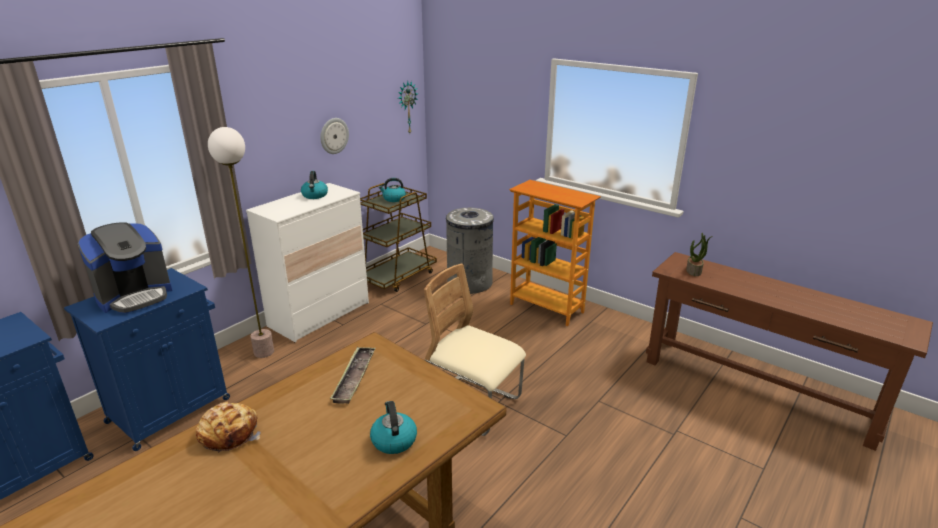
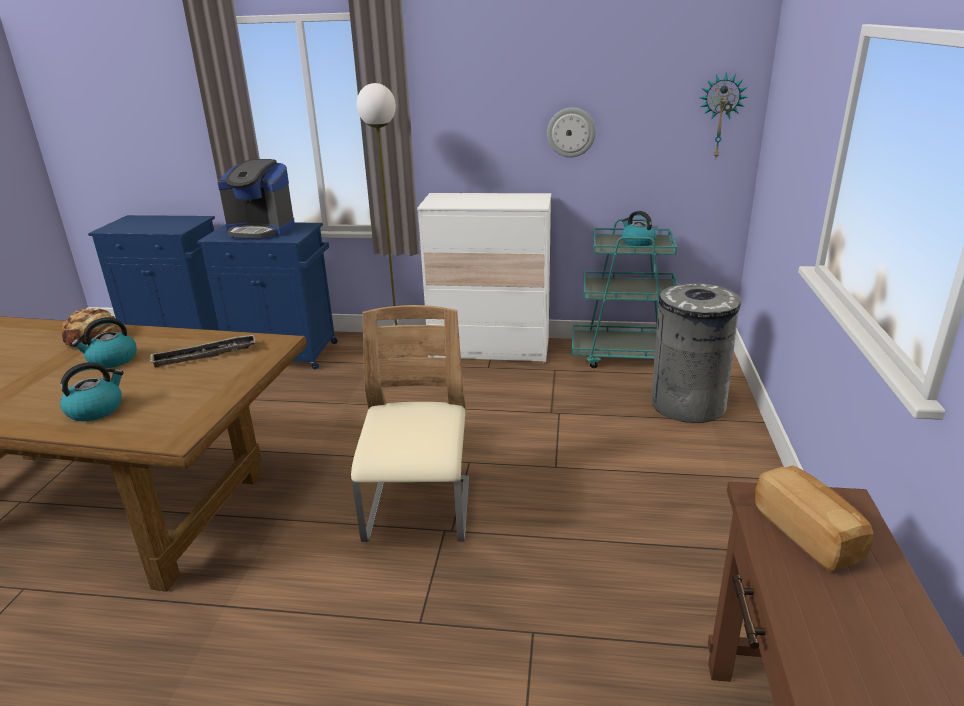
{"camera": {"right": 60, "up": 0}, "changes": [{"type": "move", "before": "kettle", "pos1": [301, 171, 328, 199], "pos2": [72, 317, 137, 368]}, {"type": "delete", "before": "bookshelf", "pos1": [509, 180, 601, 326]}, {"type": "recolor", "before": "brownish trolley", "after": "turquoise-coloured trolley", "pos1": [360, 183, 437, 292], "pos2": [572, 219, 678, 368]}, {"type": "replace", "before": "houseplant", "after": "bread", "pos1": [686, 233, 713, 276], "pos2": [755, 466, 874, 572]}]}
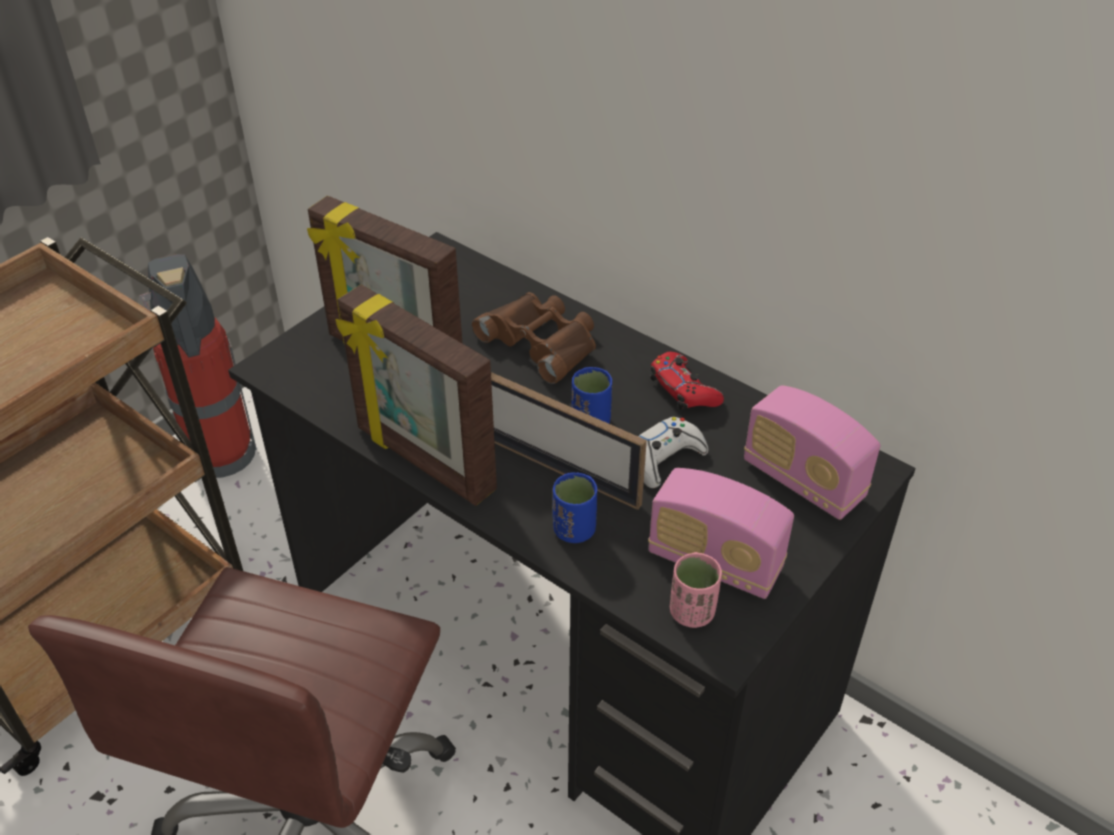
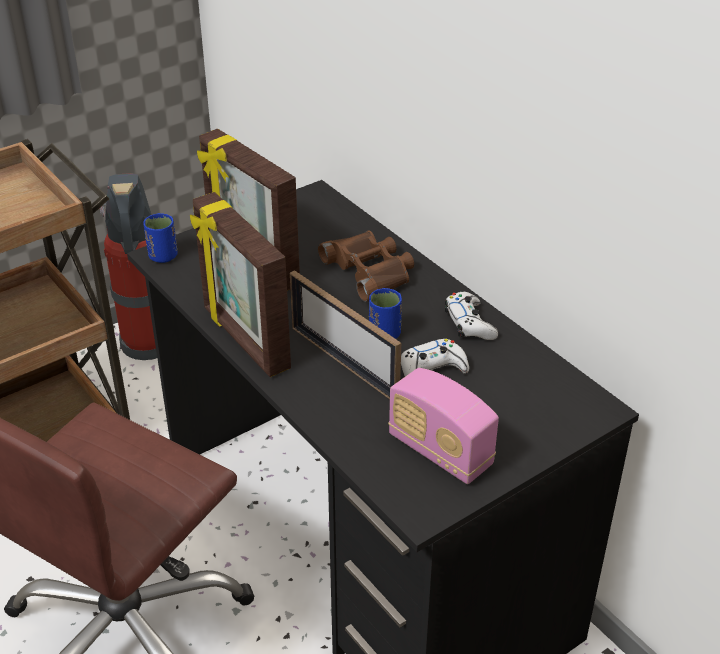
{"camera": {"right": 15, "up": -5}, "changes": [{"type": "recolor", "before": "reddish game controller", "after": "whitish game controller", "pos1": [650, 352, 724, 410], "pos2": [445, 292, 498, 340]}, {"type": "delete", "before": "radio receiver", "pos1": [744, 385, 880, 520]}, {"type": "move", "before": "blue-coloured drinking cup", "pos1": [553, 472, 597, 543], "pos2": [143, 213, 178, 263]}, {"type": "delete", "before": "pink drinking cup", "pos1": [670, 552, 722, 628]}]}
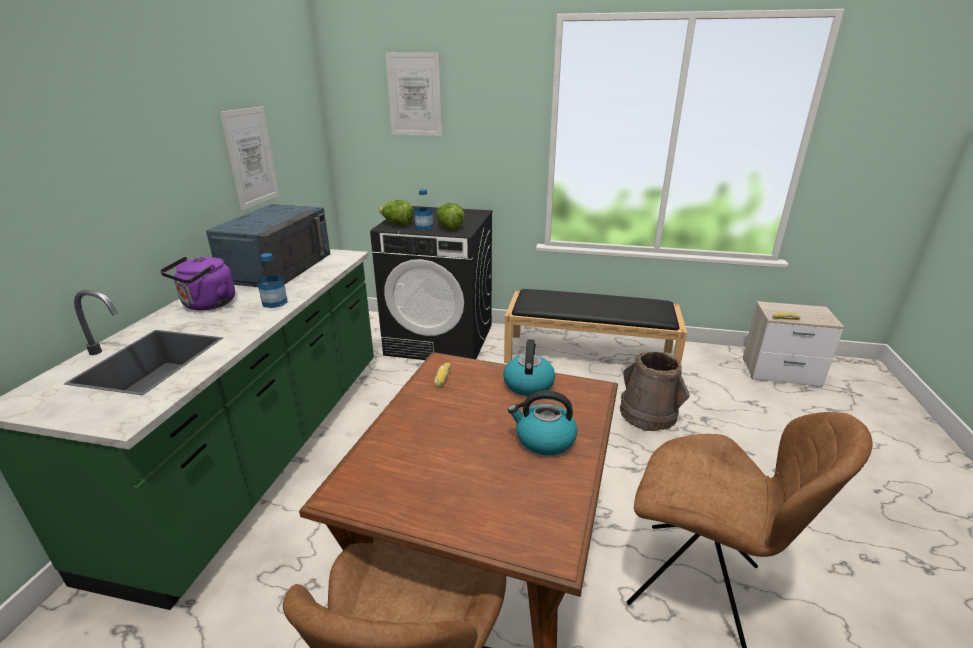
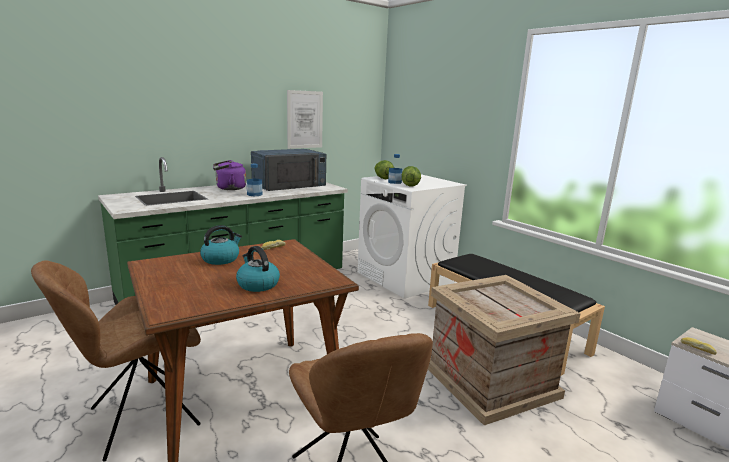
{"camera": {"right": 40, "up": -10}, "changes": [{"type": "delete", "before": "wall art", "pos1": [386, 52, 442, 136]}, {"type": "recolor", "before": "black-coloured laundry machine", "after": "whitish laundry machine", "pos1": [370, 206, 493, 360], "pos2": [357, 174, 467, 299]}, {"type": "move", "before": "kettle", "pos1": [503, 339, 555, 396], "pos2": [200, 225, 242, 265]}, {"type": "replace", "before": "brownish pail", "after": "packing crate", "pos1": [620, 352, 690, 431], "pos2": [428, 275, 581, 425]}]}
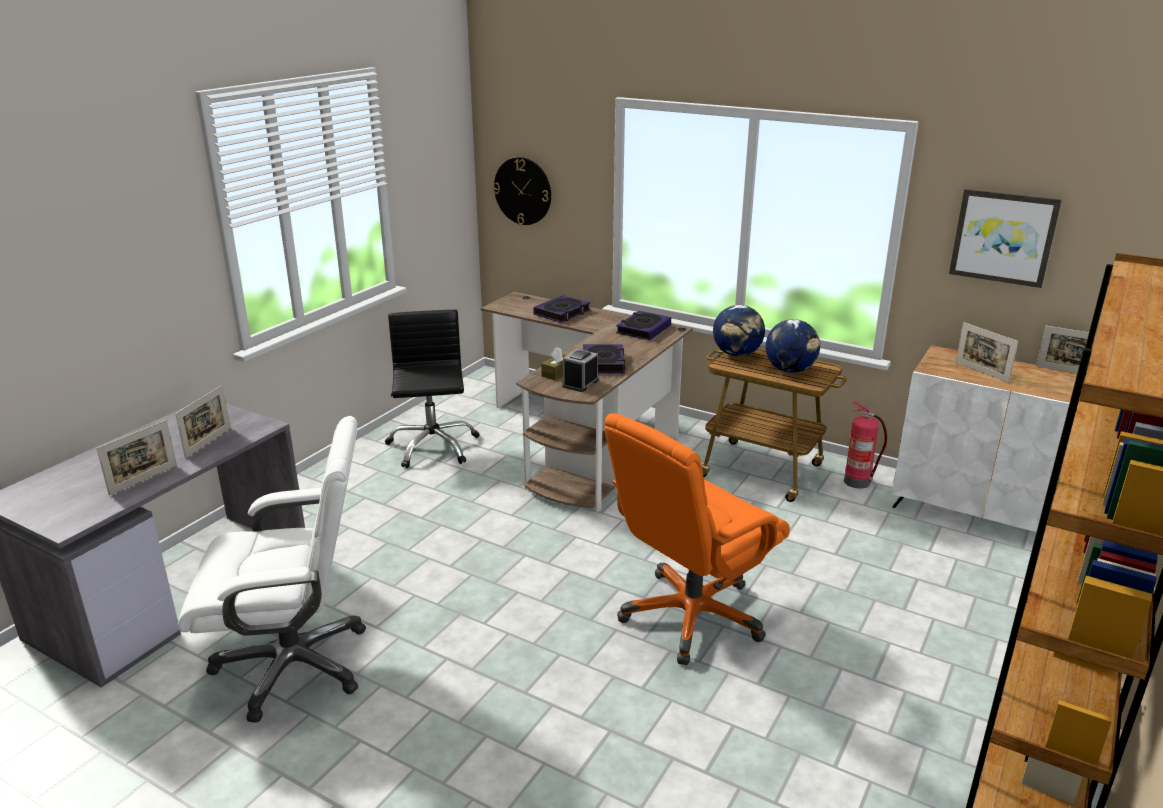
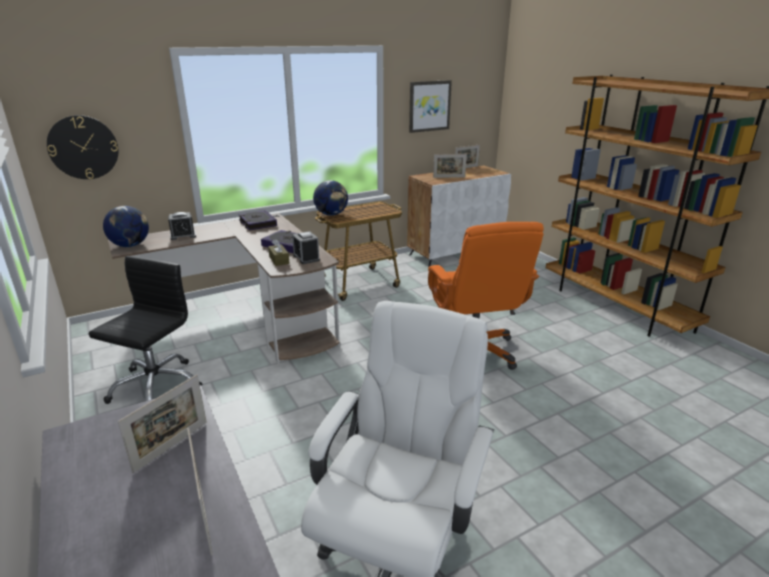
{"camera": {"right": -60, "up": 0}, "changes": [{"type": "replace", "before": "book", "after": "alarm clock", "pos1": [533, 295, 590, 323], "pos2": [168, 212, 196, 240]}, {"type": "rotate", "before": "black-coloured desk chair", "pos1": [385, 310, 480, 468], "pos2": [89, 256, 202, 404], "turn": 90}, {"type": "move", "before": "desk globe", "pos1": [766, 319, 820, 373], "pos2": [103, 206, 149, 247]}, {"type": "rotate", "before": "standing frame", "pos1": [175, 385, 230, 458], "pos2": [118, 375, 207, 473], "turn": 75}, {"type": "delete", "before": "extinguisher", "pos1": [844, 401, 887, 489]}]}
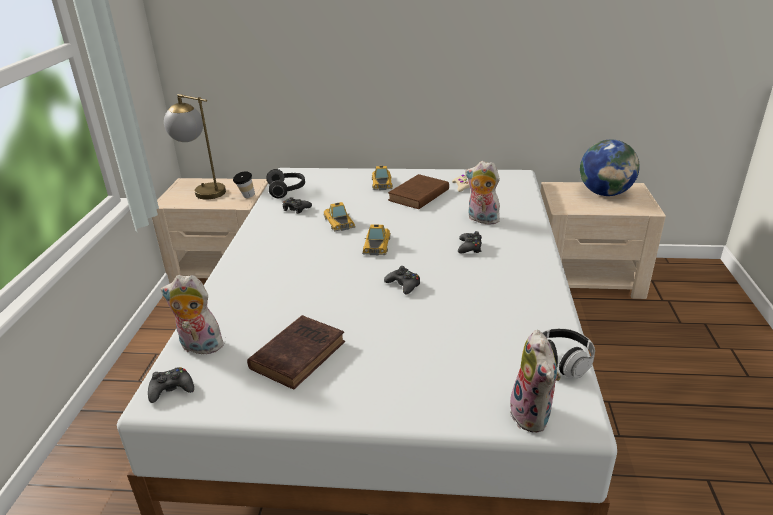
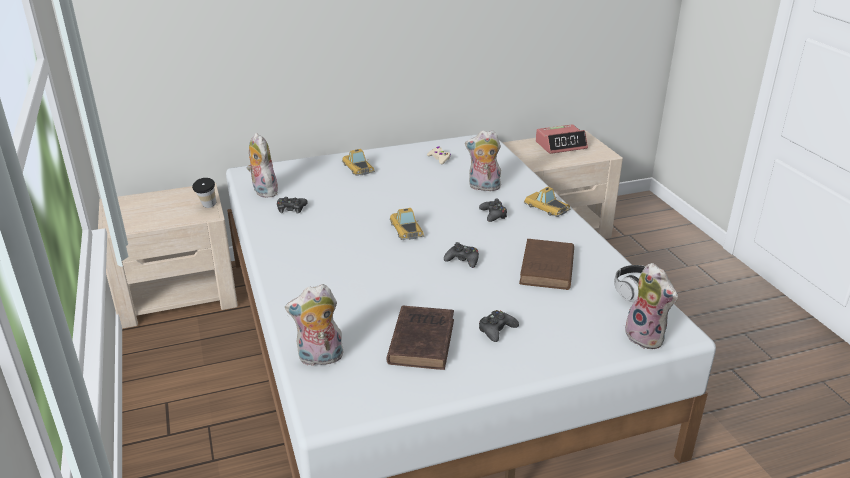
{"camera": {"right": -25, "up": 0}, "changes": [{"type": "delete", "before": "table lamp", "pos1": [164, 94, 226, 199]}, {"type": "replace", "before": "desk globe", "after": "alarm clock", "pos1": [580, 139, 640, 196], "pos2": [536, 124, 588, 154]}, {"type": "replace", "before": "headset", "after": "soft toy", "pos1": [266, 169, 305, 198], "pos2": [247, 133, 278, 198]}, {"type": "move", "before": "brownish book", "pos1": [388, 174, 449, 209], "pos2": [519, 239, 574, 290]}, {"type": "move", "before": "toy car", "pos1": [323, 202, 356, 231], "pos2": [524, 187, 571, 217]}, {"type": "move", "before": "black-coloured game controller", "pos1": [148, 367, 194, 403], "pos2": [479, 310, 519, 342]}]}
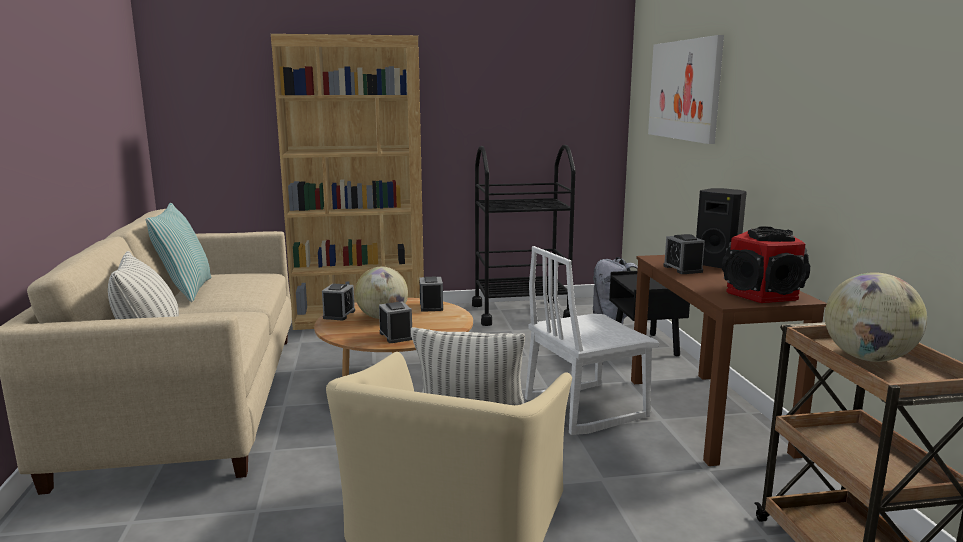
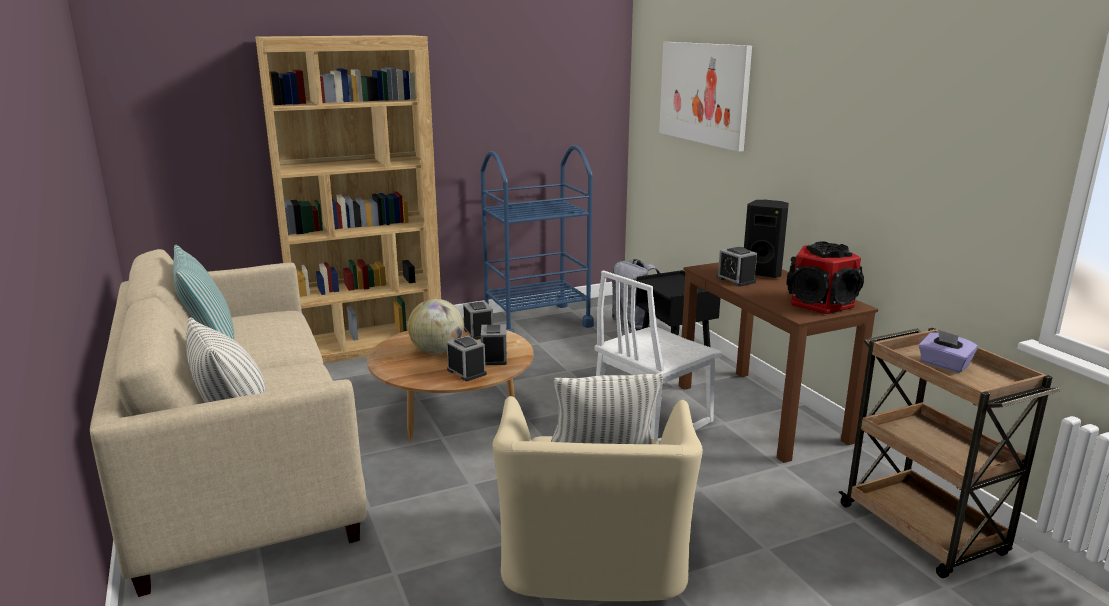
{"camera": {"right": -15, "up": 5}, "changes": [{"type": "recolor", "before": "black-coloured trolley", "after": "blue-coloured trolley", "pos1": [472, 145, 576, 326], "pos2": [481, 146, 594, 333]}, {"type": "replace", "before": "desk globe", "after": "purple-coloured tissue holder", "pos1": [825, 272, 927, 362], "pos2": [919, 329, 978, 373]}, {"type": "move", "before": "alarm clock", "pos1": [322, 284, 355, 320], "pos2": [481, 324, 507, 365]}]}
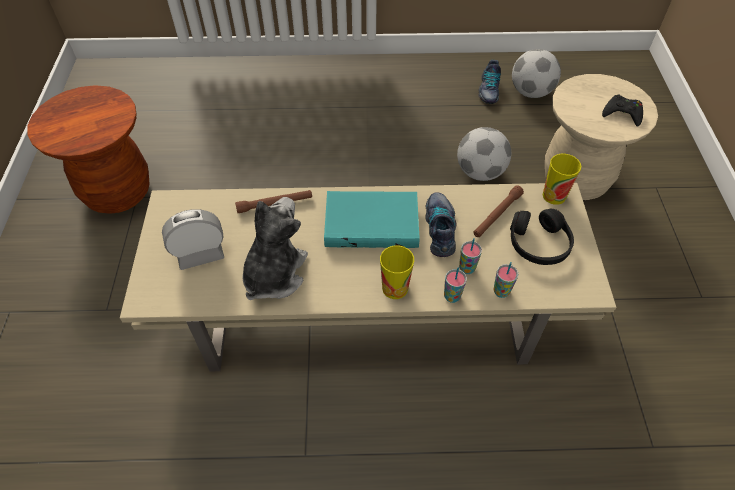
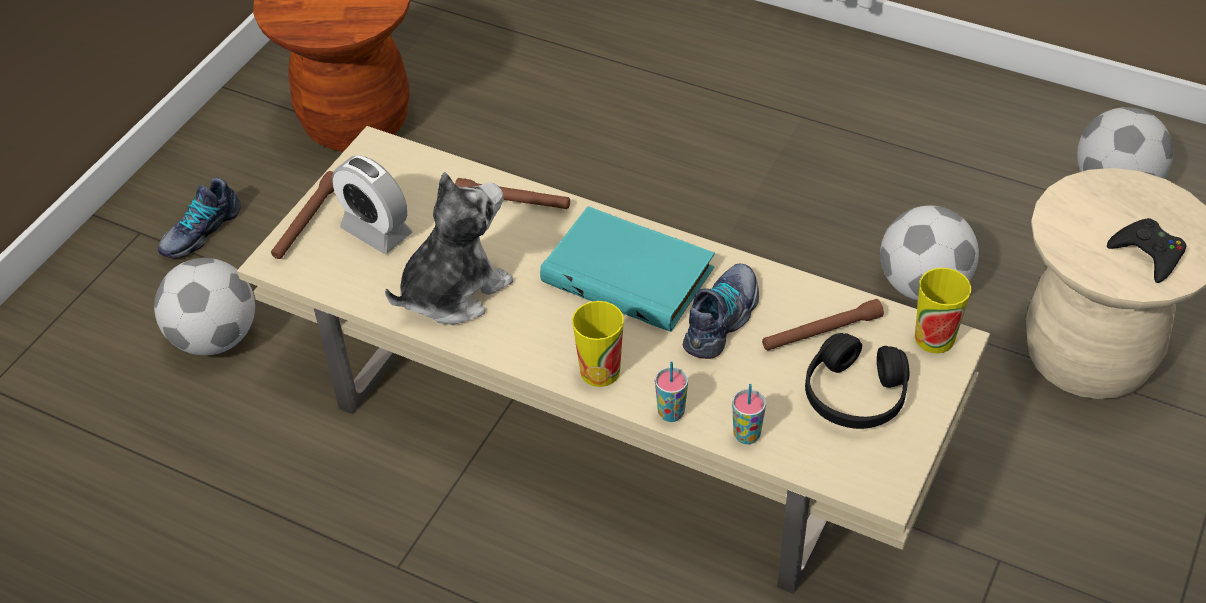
{"camera": {"right": 30, "up": -5}, "changes": [{"type": "move", "before": "low shoe", "pos1": [478, 60, 501, 104], "pos2": [158, 177, 241, 259]}, {"type": "rotate", "before": "alarm clock", "pos1": [162, 209, 224, 270], "pos2": [332, 155, 412, 254], "turn": -150}, {"type": "delete", "before": "drinking cup", "pos1": [459, 238, 482, 274]}, {"type": "insert", "after": "brownish hand torch", "pos2": [271, 171, 334, 259]}, {"type": "insert", "after": "football ball", "pos2": [154, 258, 255, 355]}]}
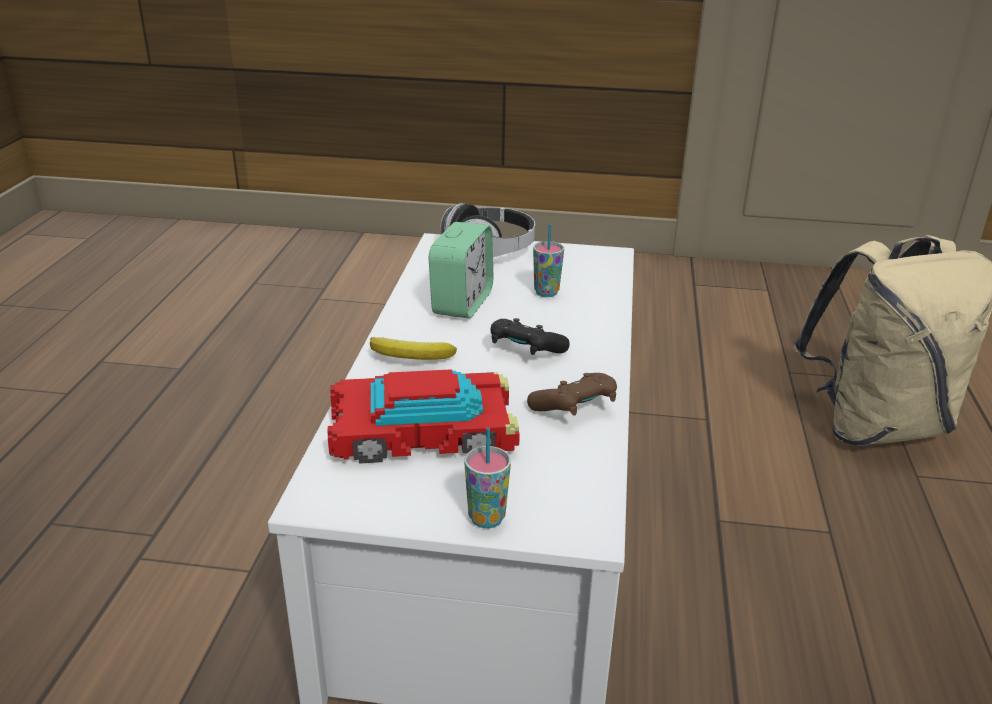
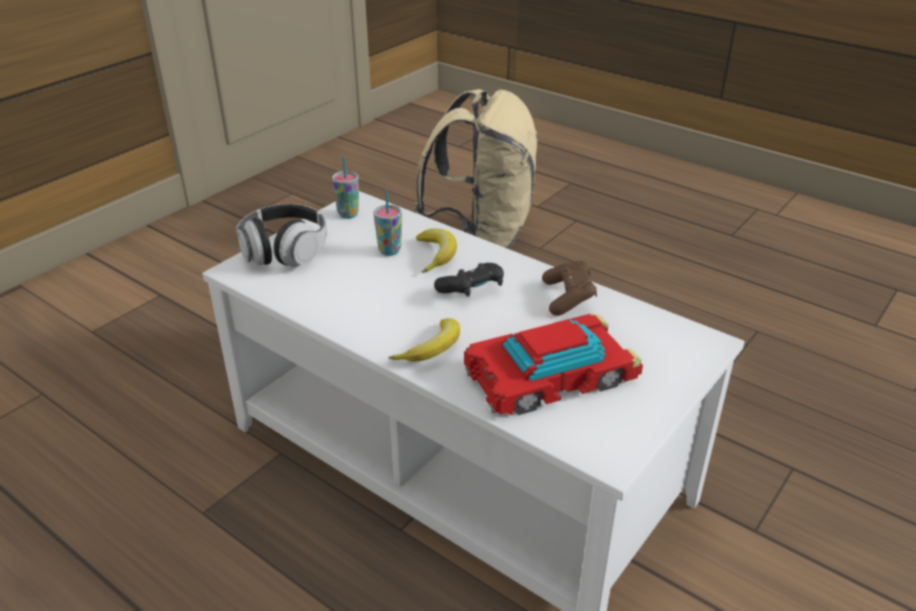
{"camera": {"right": -60, "up": 5}, "changes": [{"type": "delete", "before": "alarm clock", "pos1": [429, 222, 494, 318]}, {"type": "rotate", "before": "toy car", "pos1": [327, 369, 520, 464], "pos2": [464, 313, 643, 415], "turn": 45}, {"type": "move", "before": "drinking cup", "pos1": [465, 428, 511, 528], "pos2": [332, 157, 359, 219]}, {"type": "insert", "after": "whole banana", "pos2": [416, 229, 457, 273]}]}
